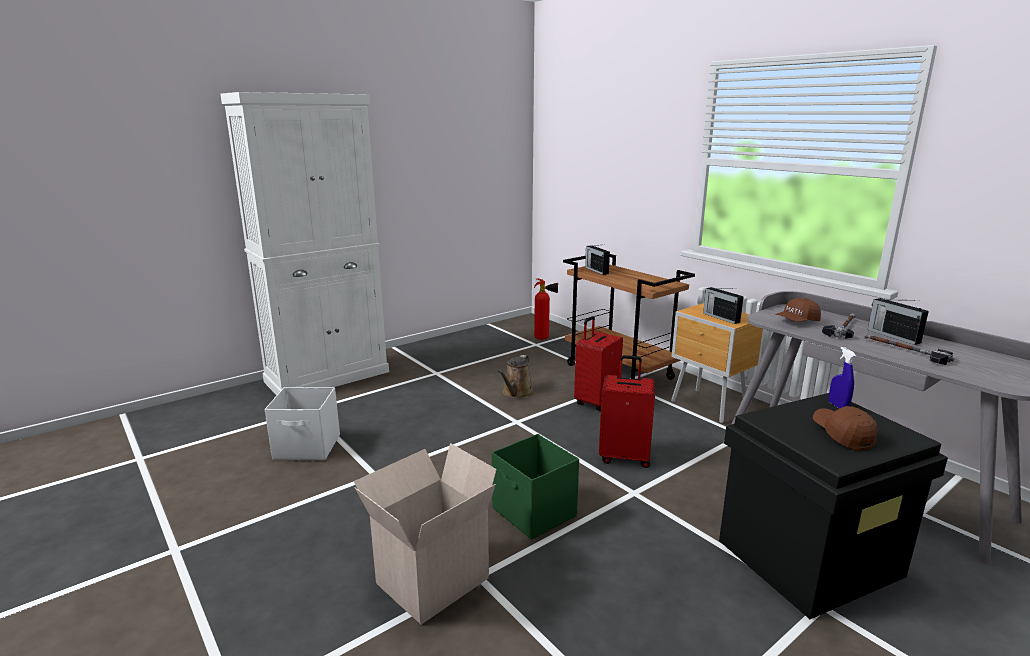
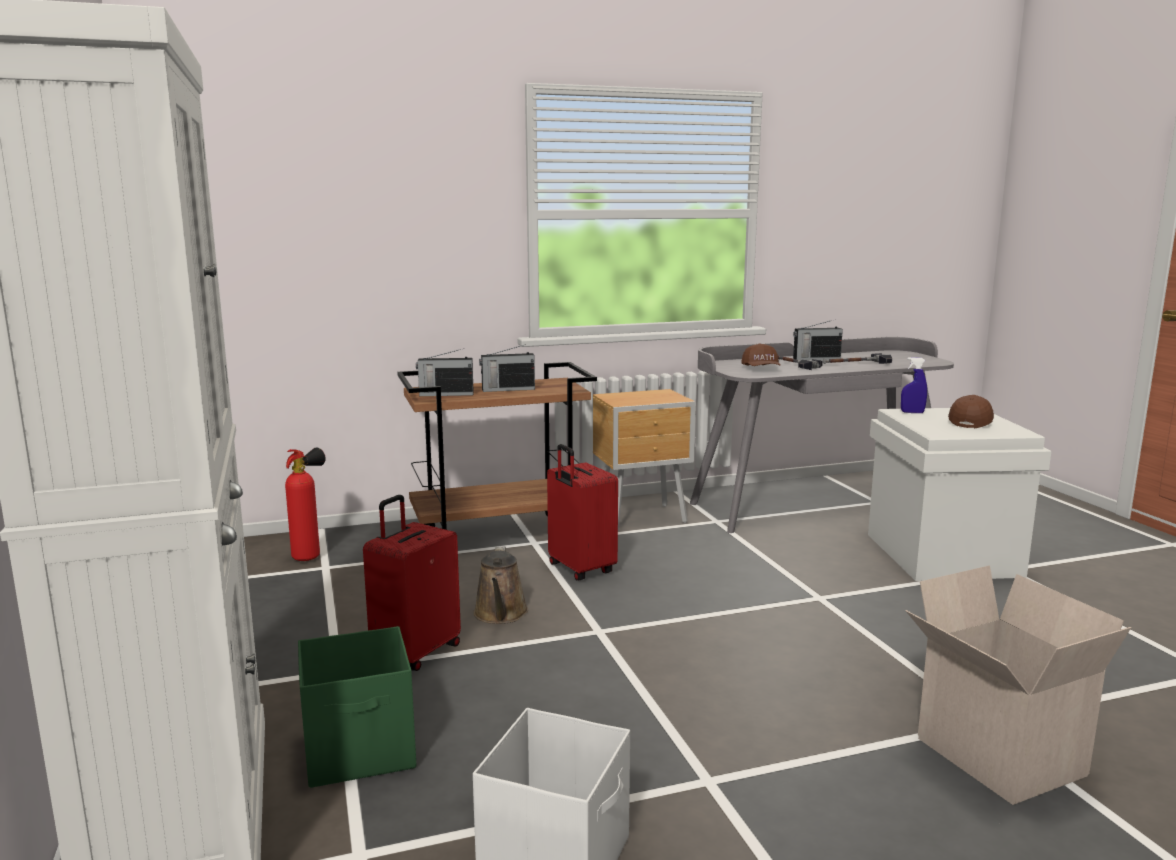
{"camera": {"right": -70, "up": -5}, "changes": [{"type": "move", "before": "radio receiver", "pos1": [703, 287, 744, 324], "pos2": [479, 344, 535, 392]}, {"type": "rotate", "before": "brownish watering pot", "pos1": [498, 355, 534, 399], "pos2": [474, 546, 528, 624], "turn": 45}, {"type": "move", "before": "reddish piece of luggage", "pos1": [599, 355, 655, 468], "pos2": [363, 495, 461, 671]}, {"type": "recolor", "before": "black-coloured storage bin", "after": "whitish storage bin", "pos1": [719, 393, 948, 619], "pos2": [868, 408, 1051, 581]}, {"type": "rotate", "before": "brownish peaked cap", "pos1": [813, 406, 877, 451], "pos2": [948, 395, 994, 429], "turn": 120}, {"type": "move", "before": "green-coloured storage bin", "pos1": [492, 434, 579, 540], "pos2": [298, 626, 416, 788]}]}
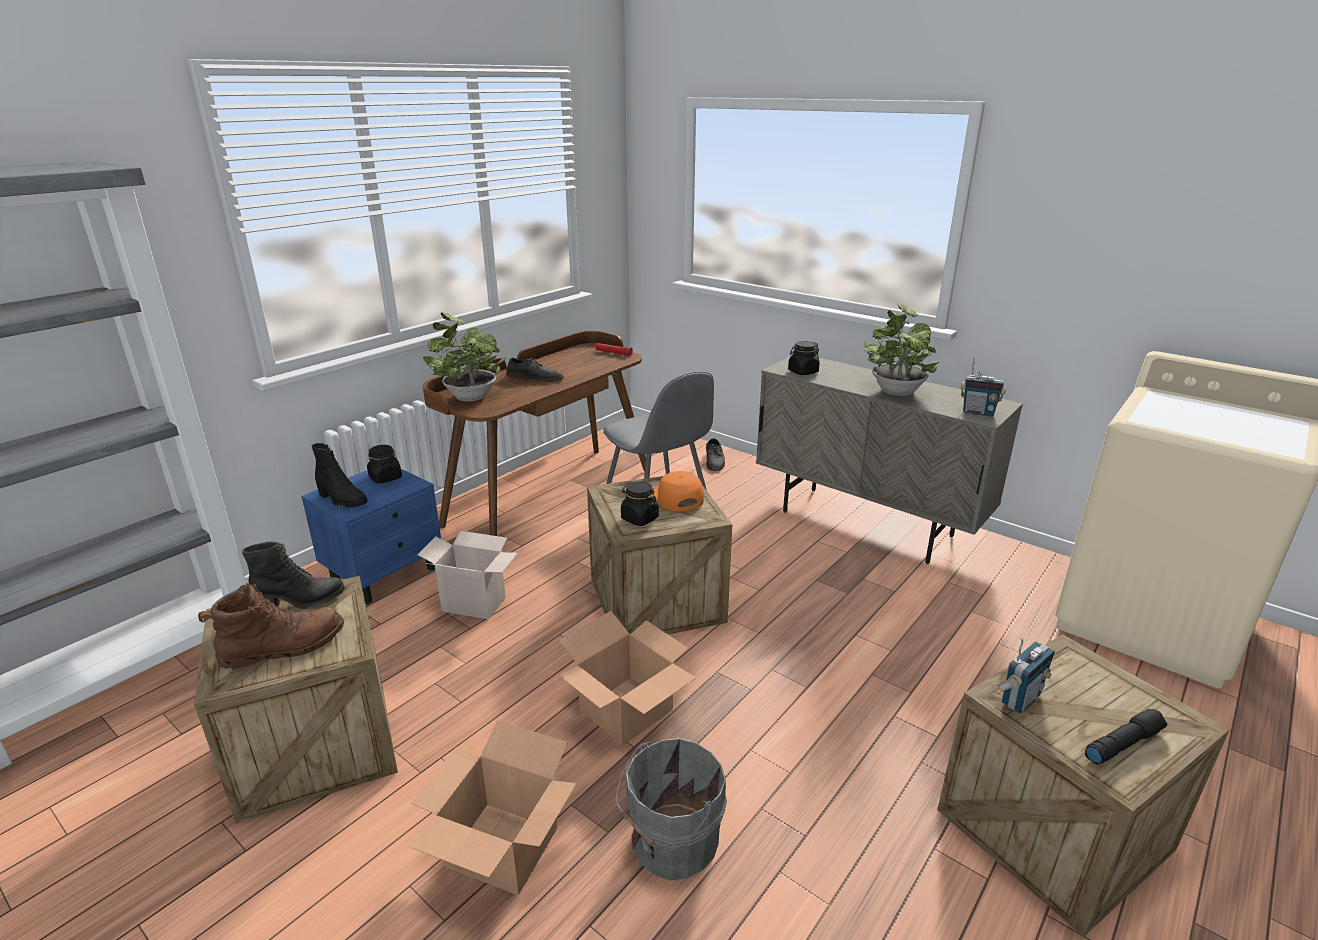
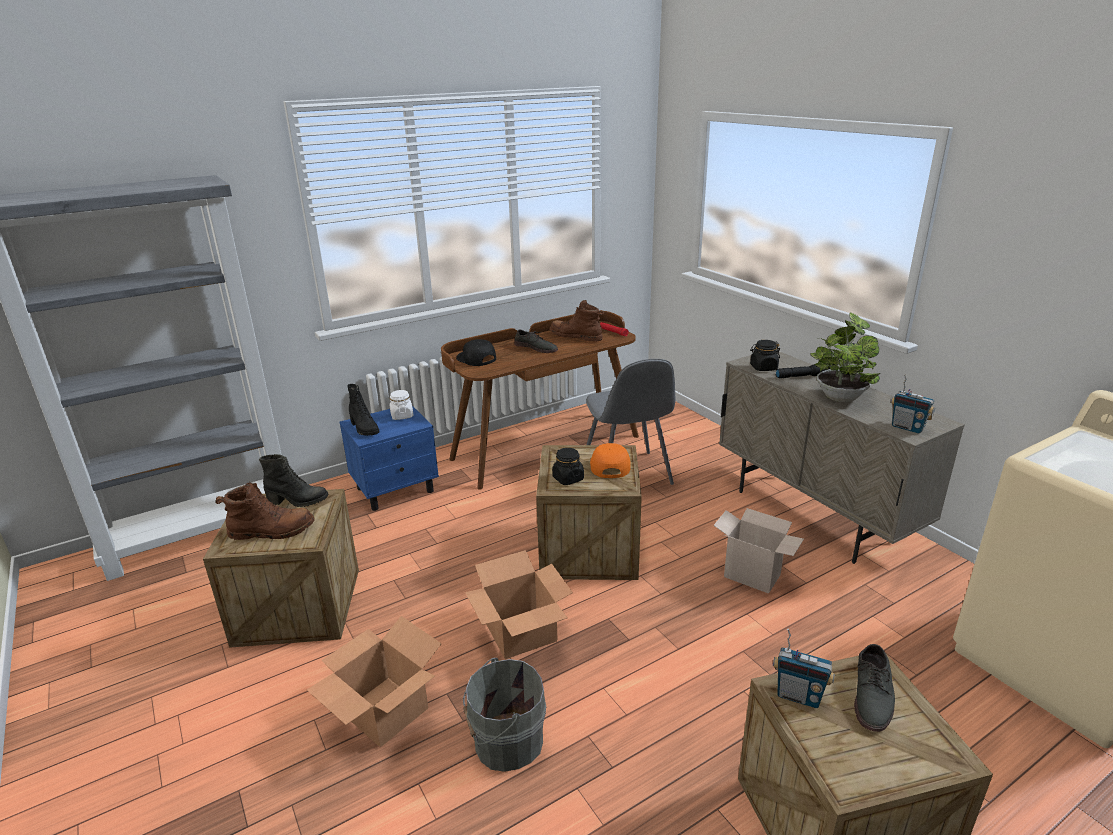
{"camera": {"right": 20, "up": 0}, "changes": [{"type": "replace", "before": "houseplant", "after": "black-coloured peaked cap", "pos1": [423, 312, 507, 401], "pos2": [456, 339, 496, 366]}, {"type": "move", "before": "grey low shoe", "pos1": [706, 438, 725, 471], "pos2": [854, 644, 895, 732]}, {"type": "recolor", "before": "black-coloured preserve jar", "after": "whitish preserve jar", "pos1": [367, 445, 402, 484], "pos2": [389, 390, 414, 420]}, {"type": "move", "before": "packing box", "pos1": [418, 531, 518, 620], "pos2": [714, 508, 804, 594]}, {"type": "rotate", "before": "radio receiver", "pos1": [996, 637, 1055, 713], "pos2": [773, 629, 835, 708], "turn": 45}, {"type": "move", "before": "black-coloured hand torch", "pos1": [1085, 709, 1167, 765], "pos2": [776, 365, 828, 378]}, {"type": "insert", "after": "brownish high-top boot", "pos2": [550, 300, 605, 342]}]}
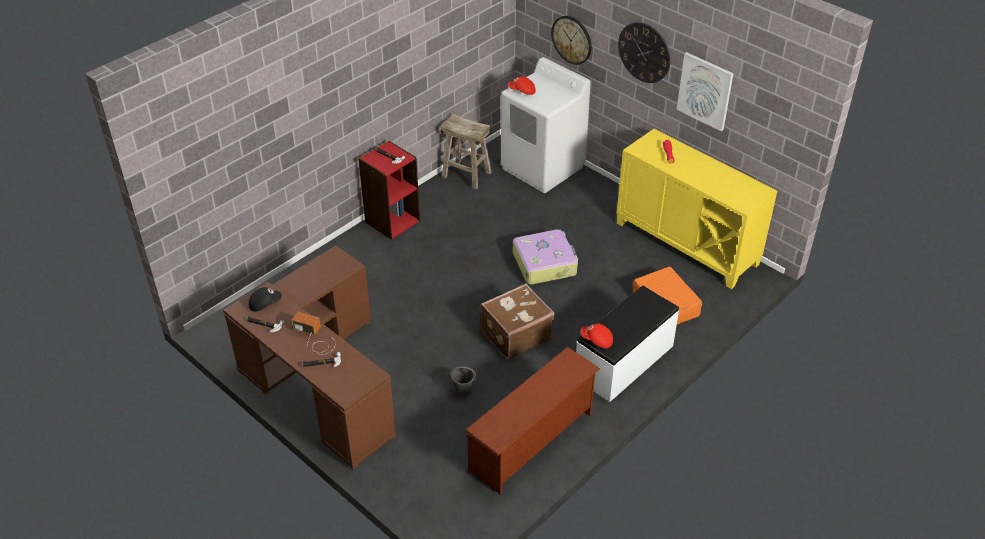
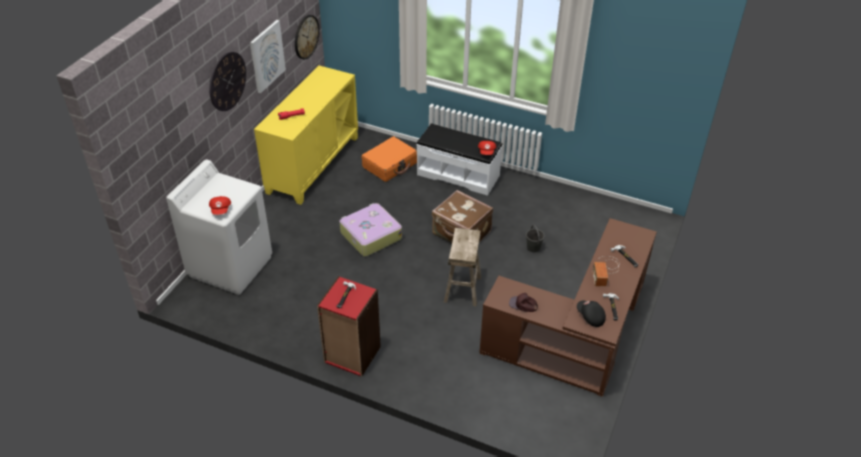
{"camera": {"right": -110, "up": 0}, "changes": [{"type": "move", "before": "wall clock", "pos1": [551, 16, 592, 65], "pos2": [295, 15, 320, 59]}, {"type": "move", "before": "beige-coloured stool seat", "pos1": [441, 114, 492, 190], "pos2": [444, 228, 481, 306]}, {"type": "delete", "before": "brownish shoe stand", "pos1": [464, 347, 600, 495]}, {"type": "insert", "after": "brownish peaked cap", "pos2": [509, 293, 538, 312]}]}
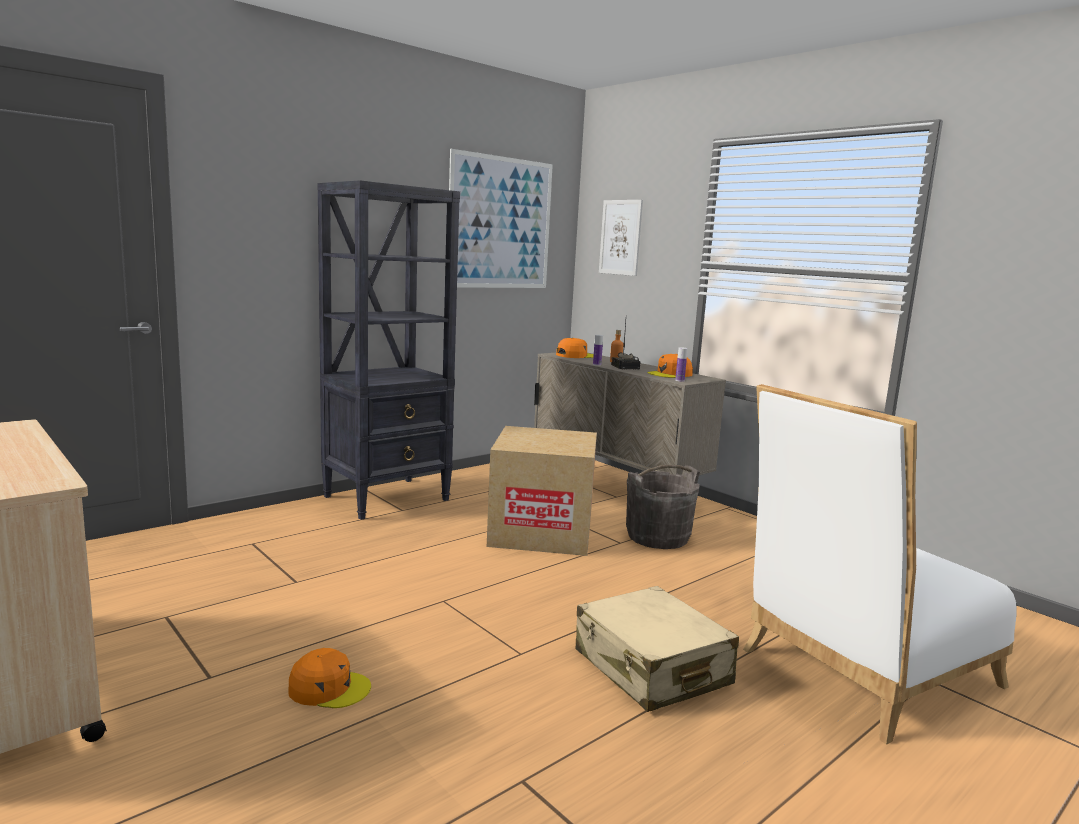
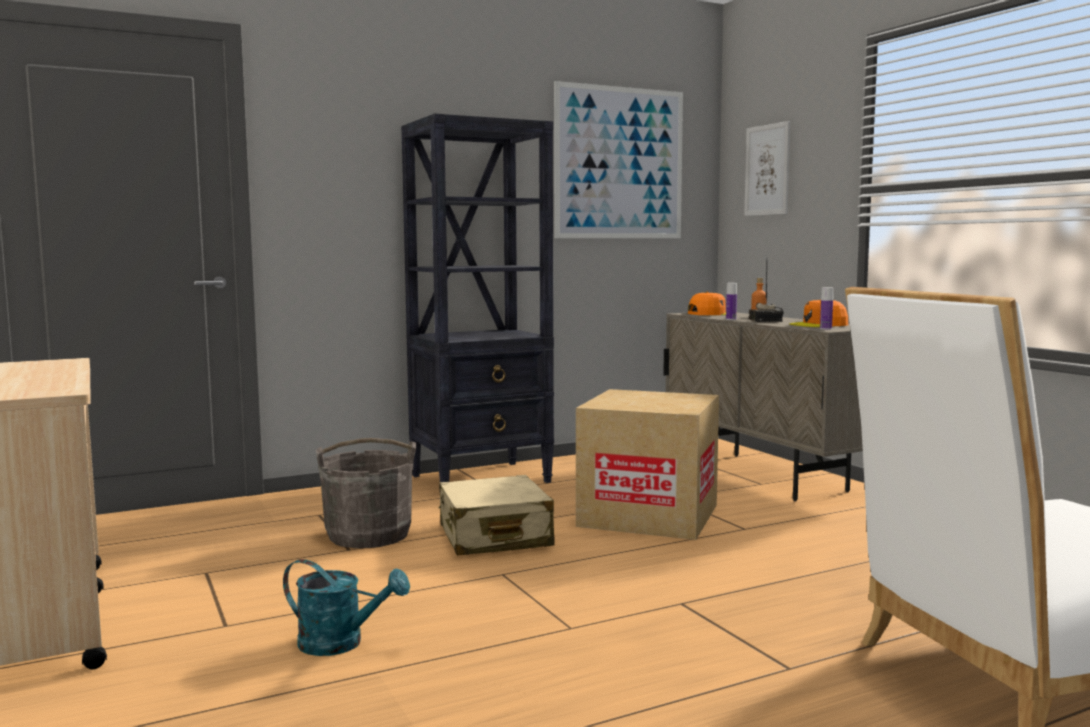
{"camera": {"right": 15, "up": -5}, "changes": [{"type": "move", "before": "grey pail", "pos1": [626, 465, 700, 549], "pos2": [316, 438, 416, 548]}, {"type": "move", "before": "beige-coloured piece of luggage", "pos1": [576, 586, 739, 712], "pos2": [439, 475, 555, 556]}, {"type": "replace", "before": "orange-coloured peaked cap", "after": "turquoise-coloured watering pot", "pos1": [288, 648, 371, 708], "pos2": [283, 559, 410, 656]}]}
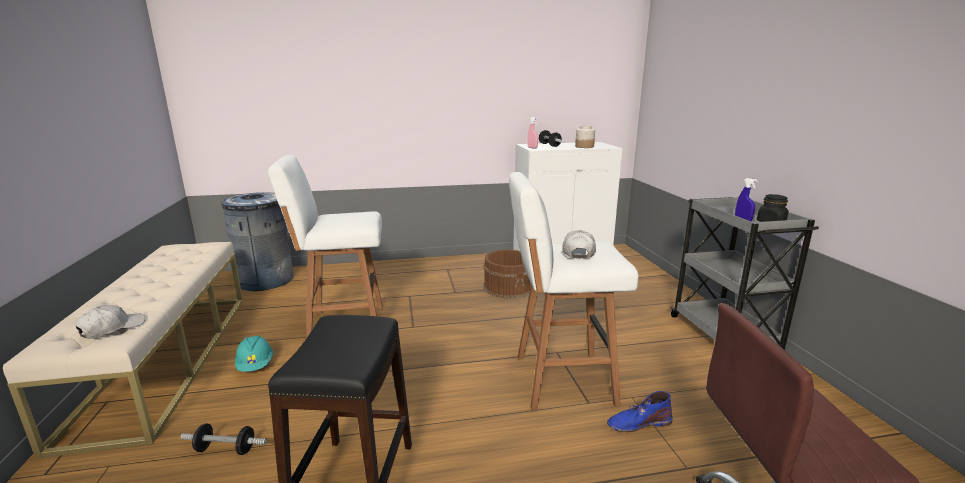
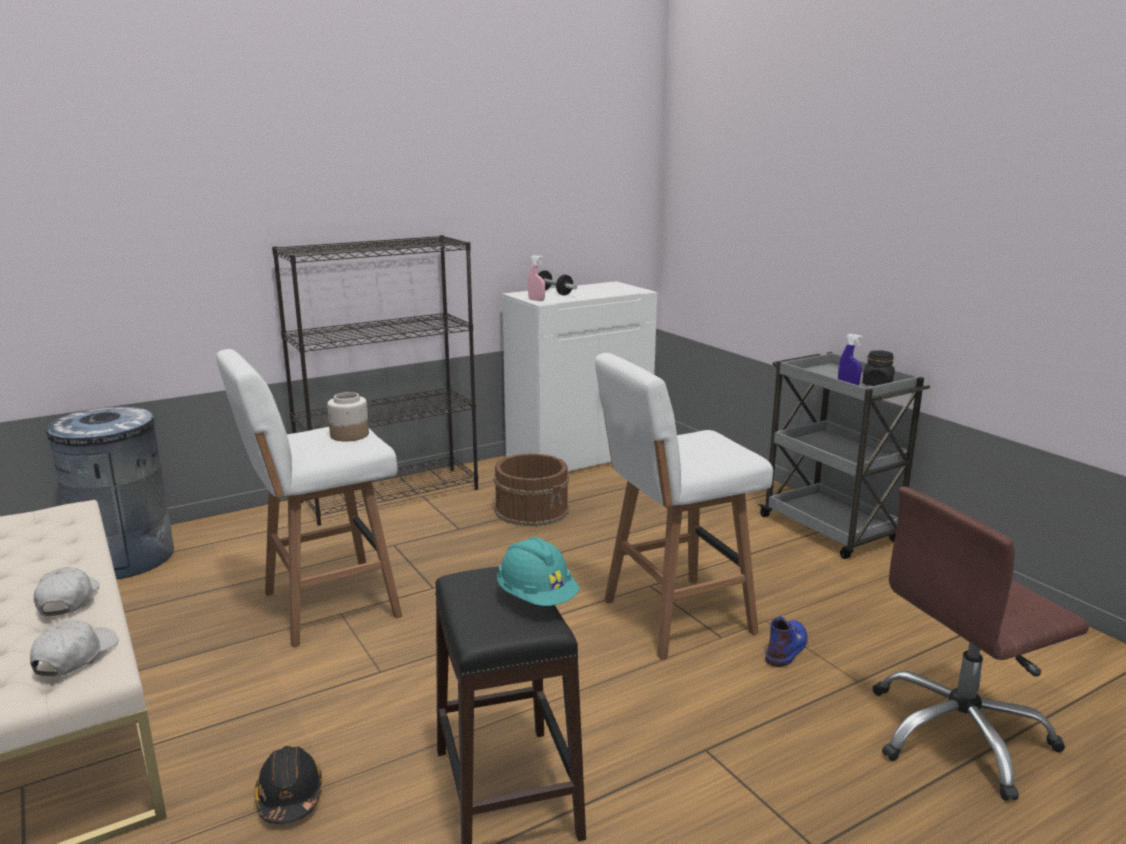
{"camera": {"right": -20, "up": 0}, "changes": [{"type": "move", "before": "preserve jar", "pos1": [575, 126, 595, 148], "pos2": [327, 392, 369, 441]}, {"type": "move", "before": "whitish peaked cap", "pos1": [562, 230, 596, 258], "pos2": [34, 567, 100, 616]}, {"type": "move", "before": "turquoise-coloured safety helmet", "pos1": [235, 335, 273, 372], "pos2": [497, 537, 579, 606]}, {"type": "rotate", "before": "blue-coloured high-top boot", "pos1": [607, 391, 672, 432], "pos2": [765, 616, 808, 667], "turn": 150}, {"type": "replace", "before": "dumbbell", "after": "black-coloured safety helmet", "pos1": [181, 423, 267, 455], "pos2": [254, 746, 322, 824]}, {"type": "insert", "after": "black-coloured bookshelf", "pos2": [272, 235, 478, 526]}]}
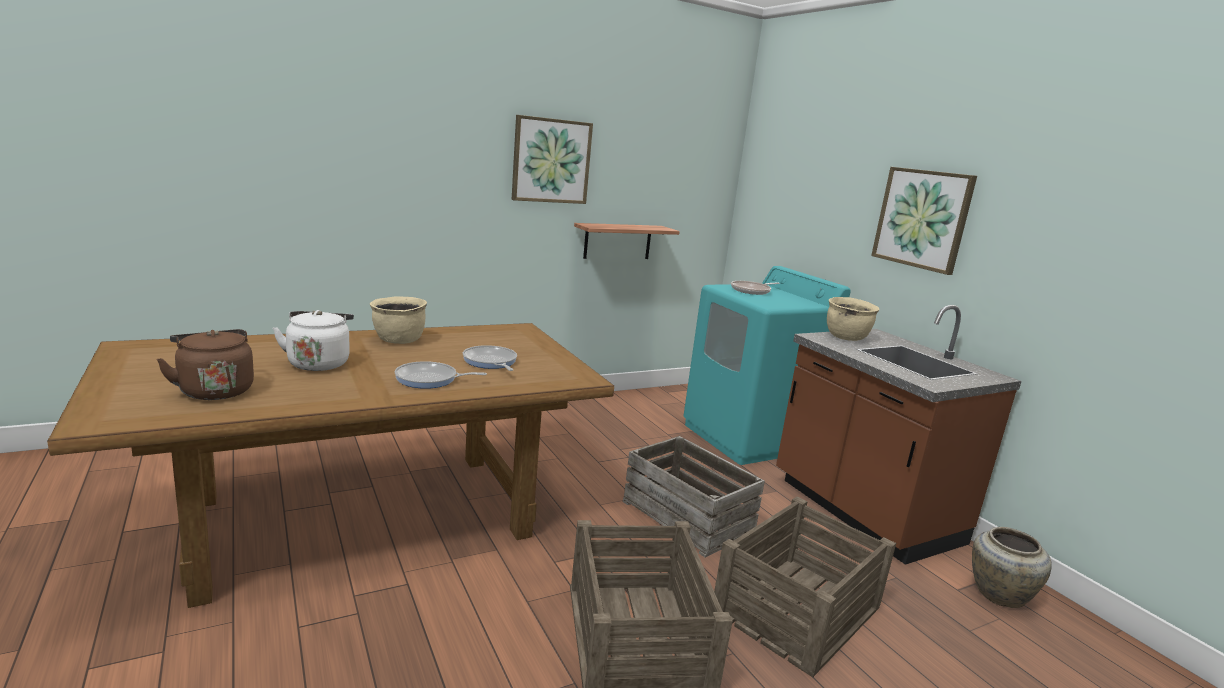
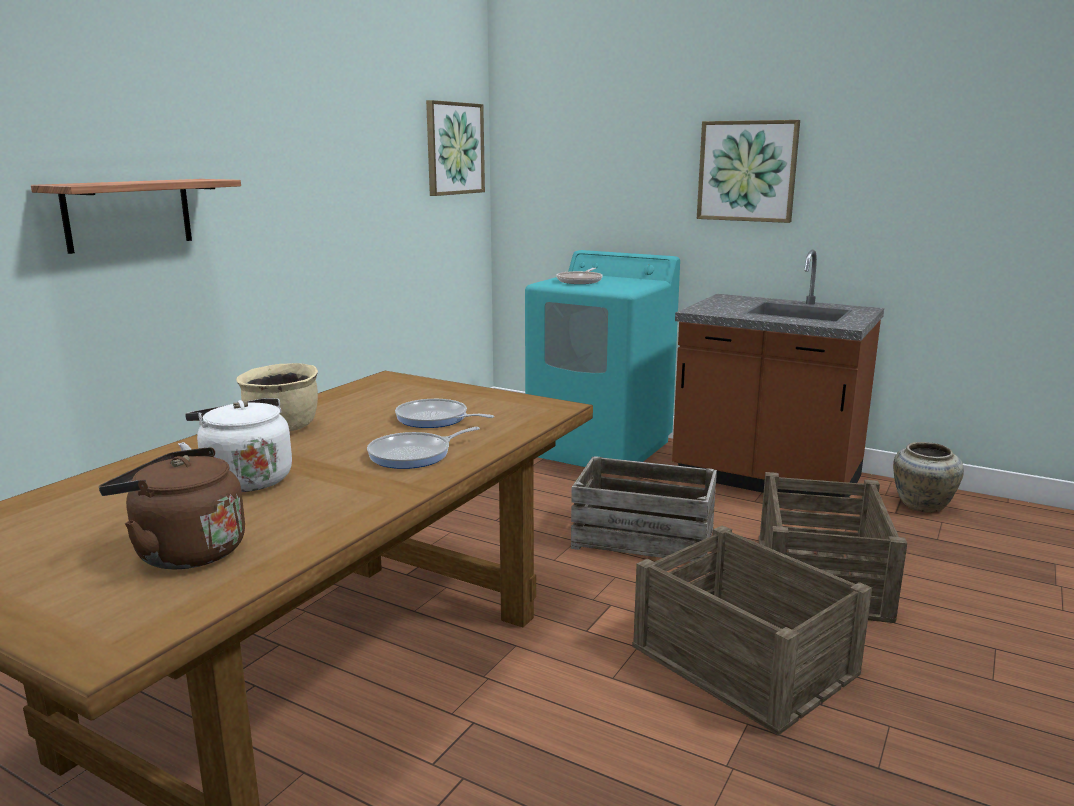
{"camera": {"right": -30, "up": 0}, "changes": [{"type": "move", "before": "wall art", "pos1": [512, 115, 593, 204], "pos2": [426, 100, 485, 196]}, {"type": "move", "before": "wall shelf", "pos1": [574, 223, 680, 259], "pos2": [31, 179, 241, 254]}, {"type": "delete", "before": "beige-coloured cooking pot", "pos1": [827, 297, 880, 341]}]}
